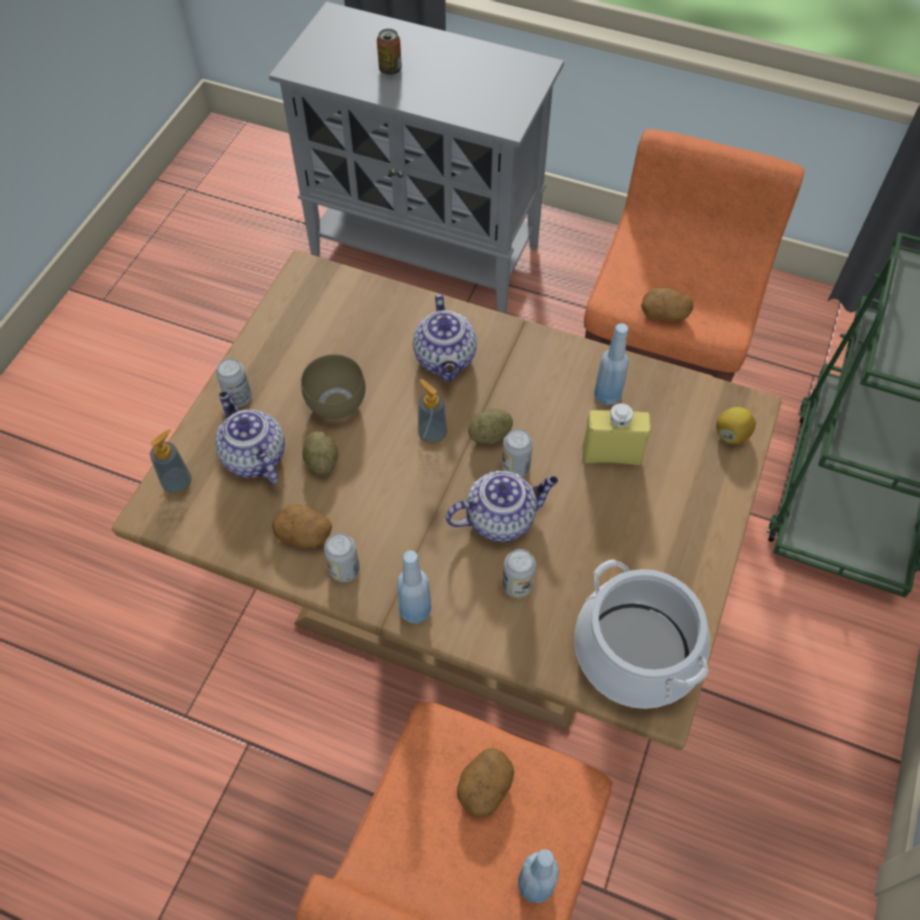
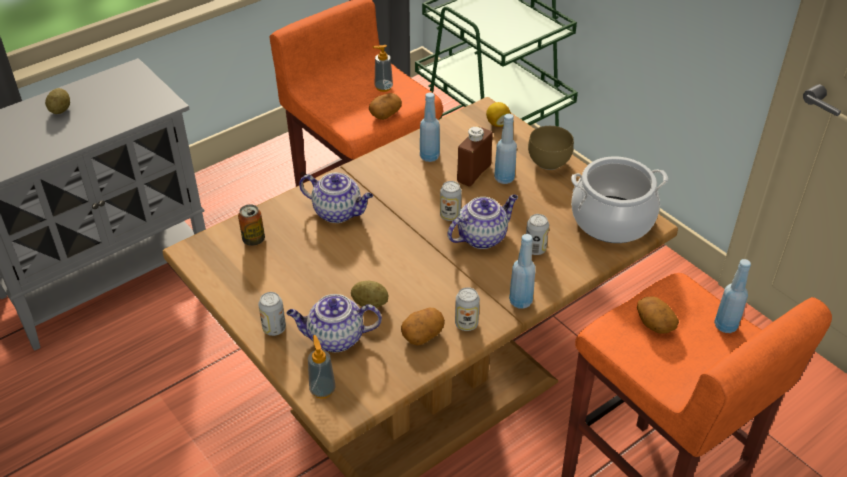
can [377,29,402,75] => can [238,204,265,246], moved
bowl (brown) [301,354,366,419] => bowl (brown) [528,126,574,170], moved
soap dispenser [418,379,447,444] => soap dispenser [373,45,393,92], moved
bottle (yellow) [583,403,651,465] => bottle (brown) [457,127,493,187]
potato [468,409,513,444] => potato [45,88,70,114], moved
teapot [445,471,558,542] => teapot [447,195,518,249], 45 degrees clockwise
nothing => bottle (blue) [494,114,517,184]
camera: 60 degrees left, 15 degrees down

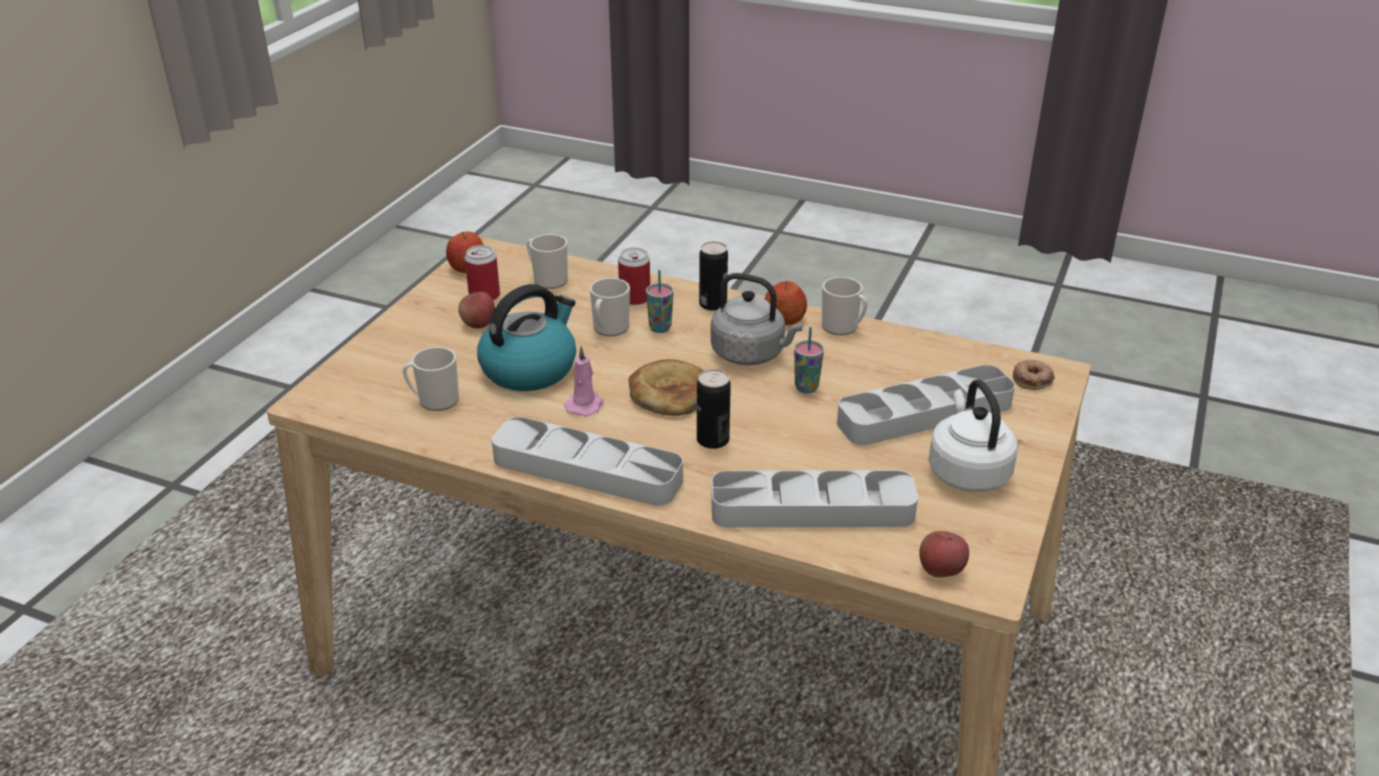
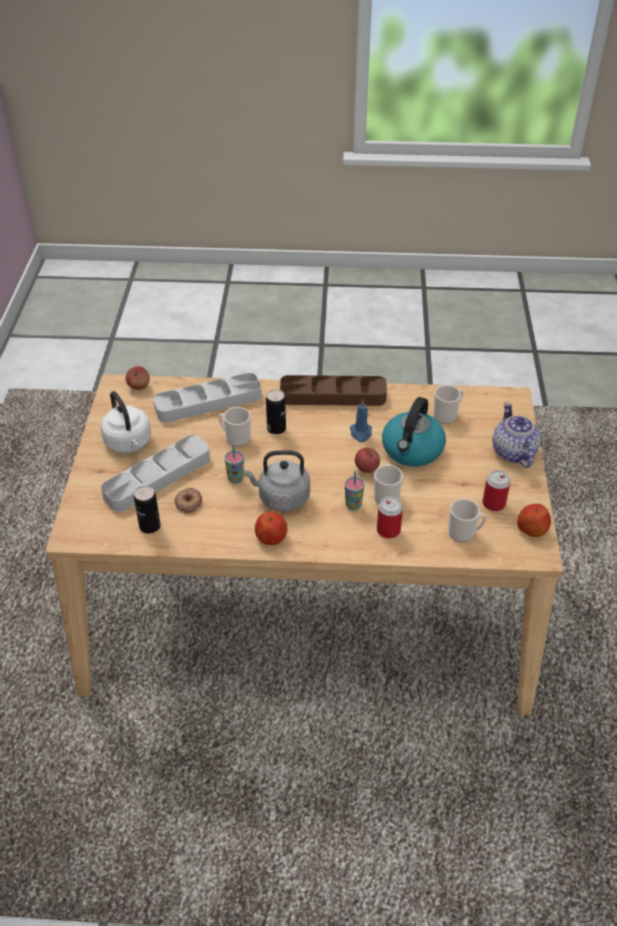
can [699,241,728,311] => can [134,486,161,534], moved
mug [822,277,868,335] => mug [219,407,251,447], moved
apple [458,292,495,329] => apple [355,448,380,473], moved
candle (pink) [564,345,604,417] => candle (blue) [350,399,372,442]
bread [628,359,704,416] => nothing
donut [1013,360,1054,390] => donut [175,488,202,513], moved
tray (grey) [492,417,683,506] => tray (brown) [280,375,387,406]
nothing => teapot [492,402,541,468]
camera: 160 degrees right, 10 degrees up

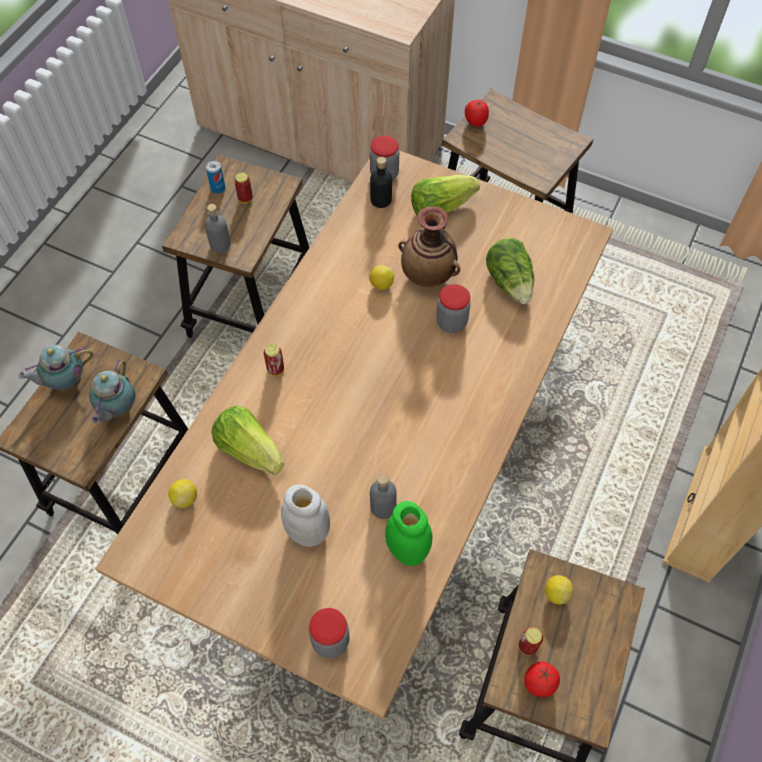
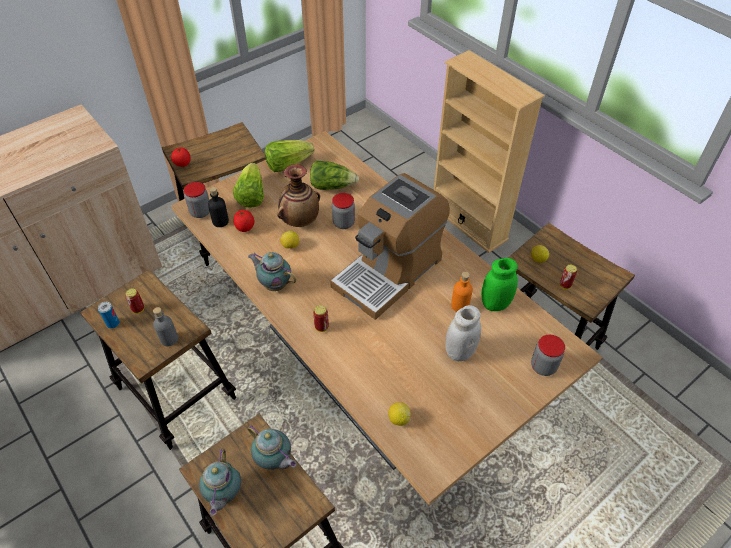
lettuce [211,406,284,475] => lettuce [265,140,314,172], moved
bottle (grey) [370,474,397,519] => bottle (orange) [451,272,473,312]
tomato [524,661,560,697] => tomato [234,210,254,232], moved
nothing => coffee machine [330,173,450,320]
nothing => teapot [248,252,296,291]
camera: 65 degrees left, 10 degrees down

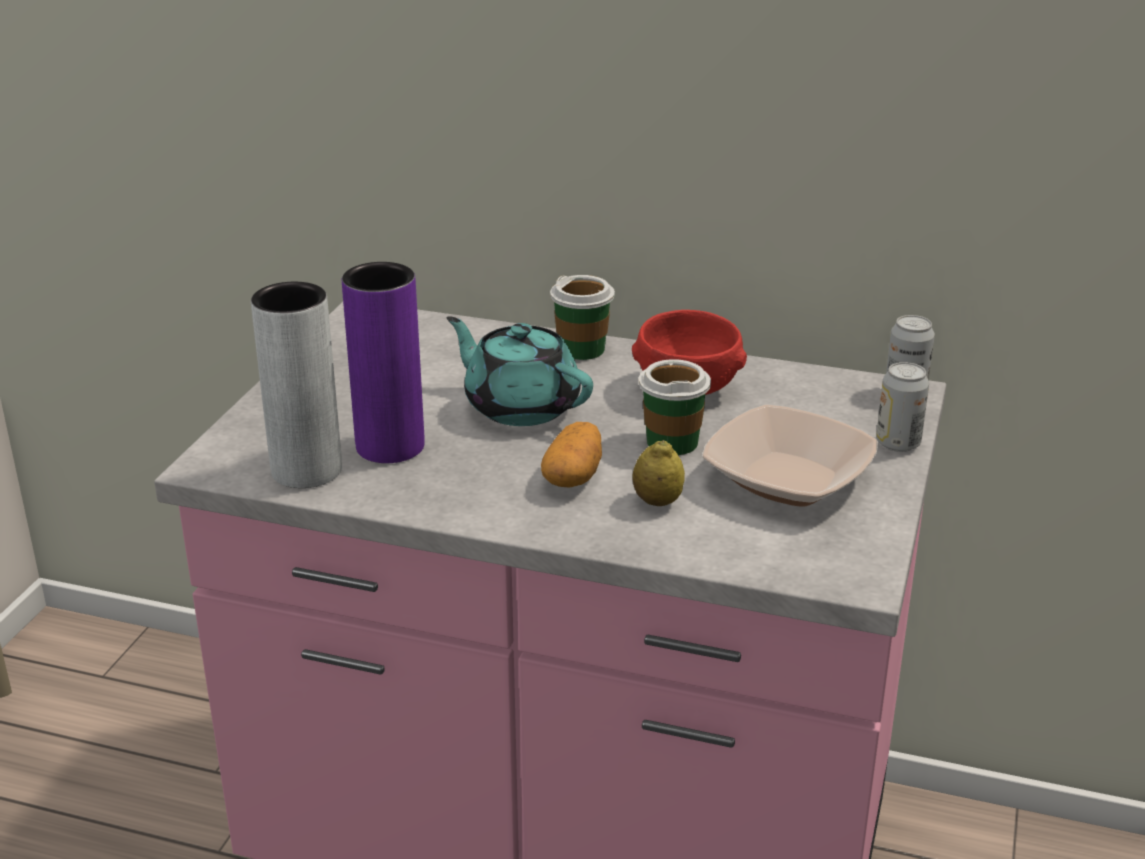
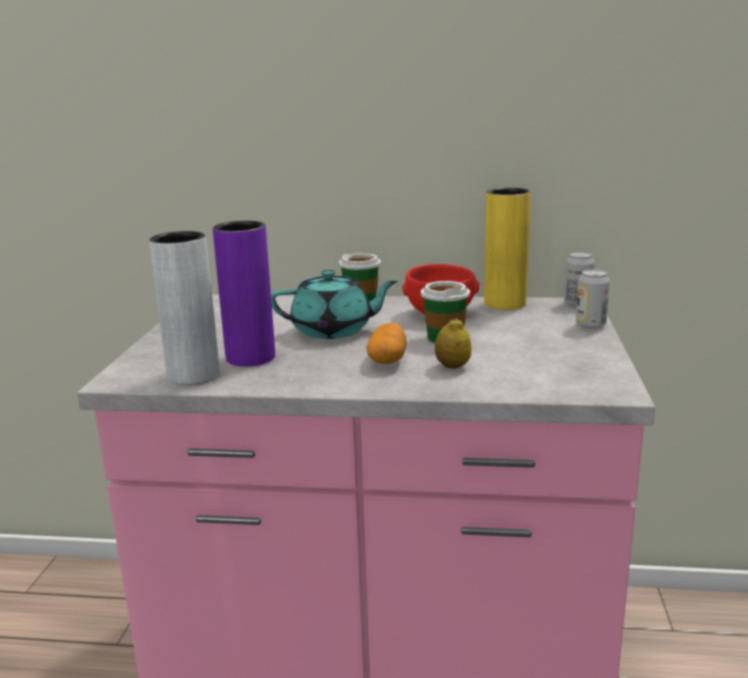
teapot (turquoise) [447,317,593,426] => teapot (turquoise) [271,270,398,339], 150 degrees clockwise
bowl [702,404,878,507] => nothing
nothing => vase (yellow) [484,188,531,310]
camera: 10 degrees left, 10 degrees down

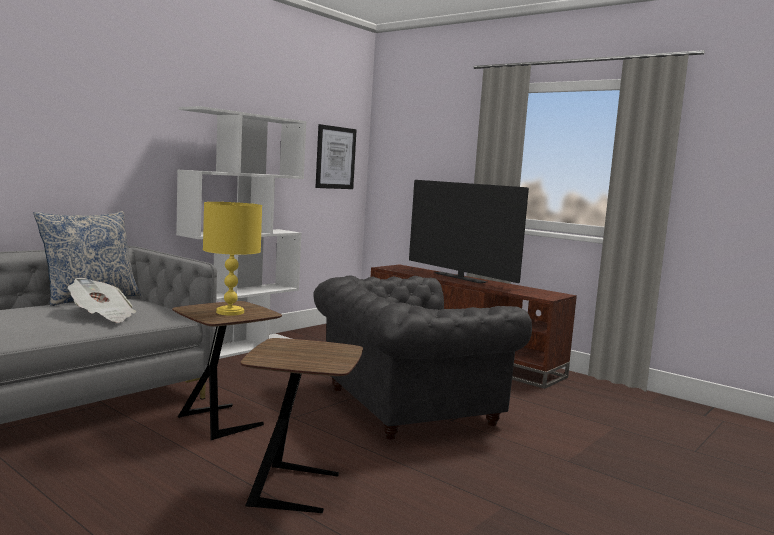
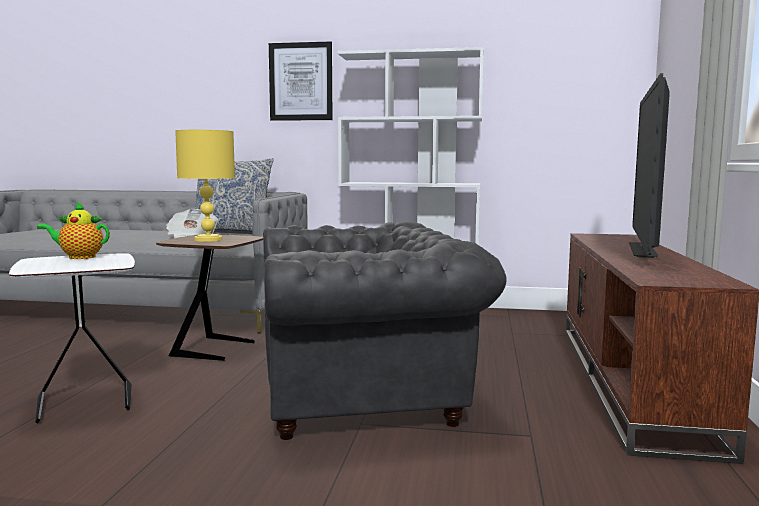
picture [315,124,357,189] => picture [269,41,333,121], moved
armchair (grey) [313,275,532,440] => armchair (grey) [263,222,507,440], 135 degrees clockwise
side table (brown) [240,338,363,513] => side table (white) [9,253,135,423]
nothing => teapot [37,201,110,259]
camera: 60 degrees right, 0 degrees up

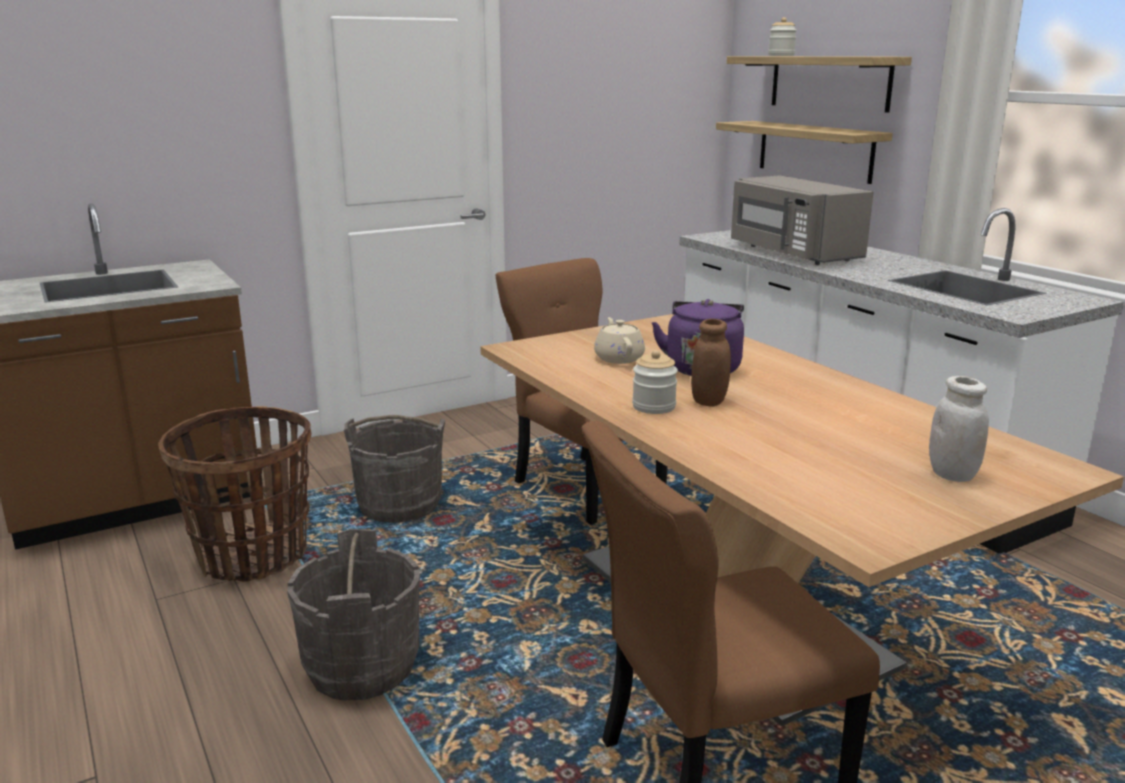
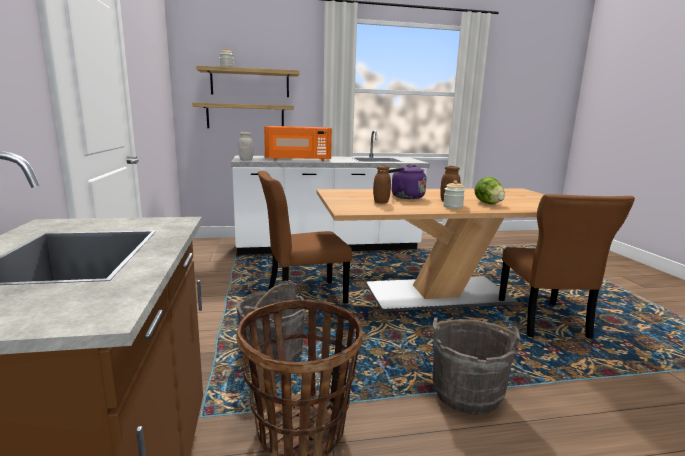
microwave (grey) [731,176,874,265] => microwave (orange) [264,126,332,161]
teapot (beige) [594,317,645,364] => jar (brown) [373,165,391,204]
jar (white) [929,376,989,482] => jar (white) [238,132,254,161], moved
nothing => lettuce [474,176,505,204]
camera: 70 degrees left, 5 degrees down

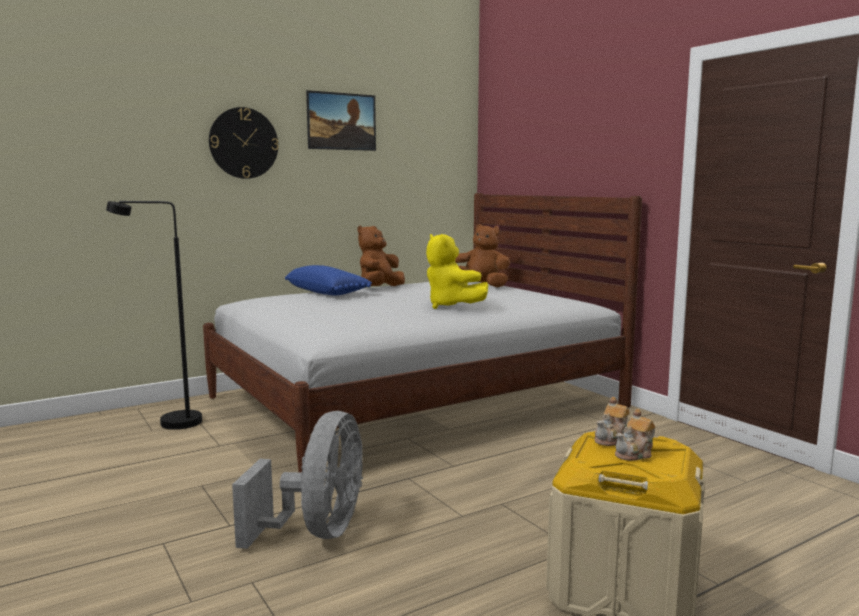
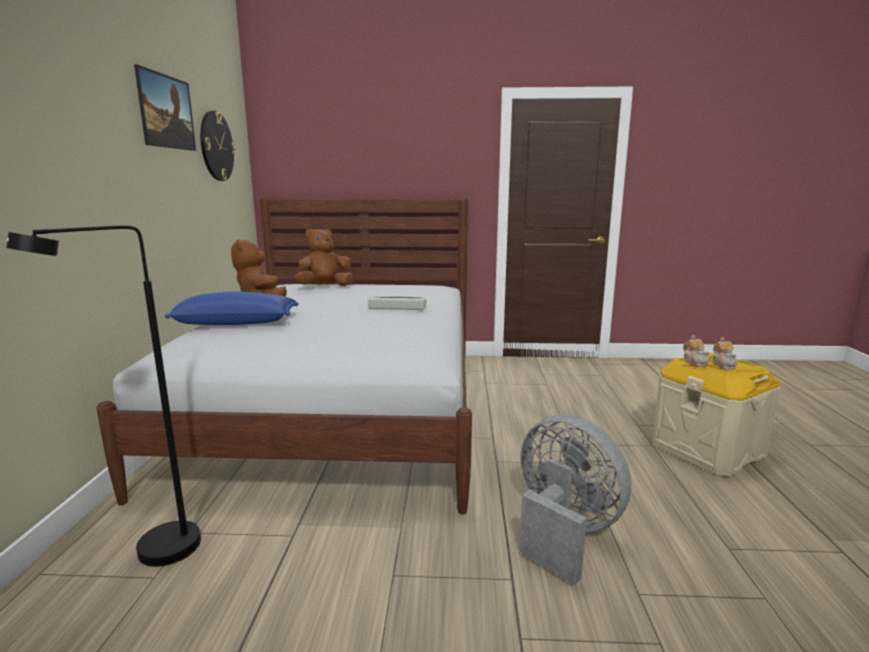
wall clock [209,107,279,179] => wall clock [200,110,236,181], moved
plush toy (yellow) [426,234,488,309] => keyboard [368,297,426,310]
camera: 55 degrees left, 5 degrees up

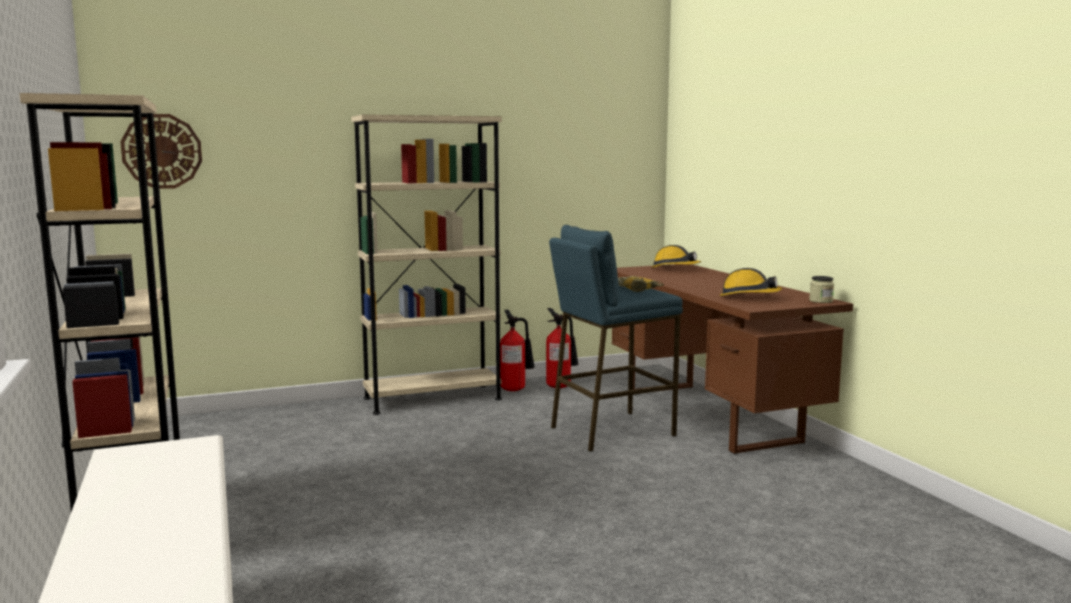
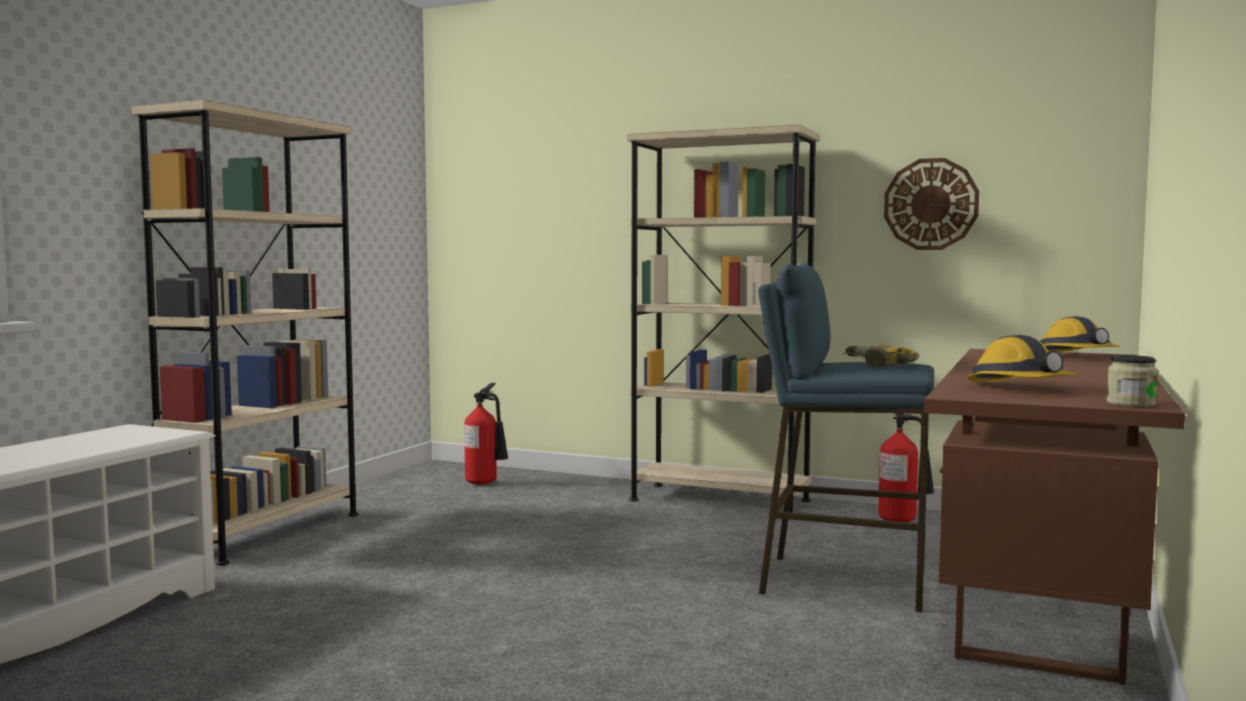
wall clock [120,114,202,189] => wall clock [884,158,979,250], moved
fire extinguisher [500,310,535,391] => fire extinguisher [464,383,508,485], moved
camera: 45 degrees right, 5 degrees down

